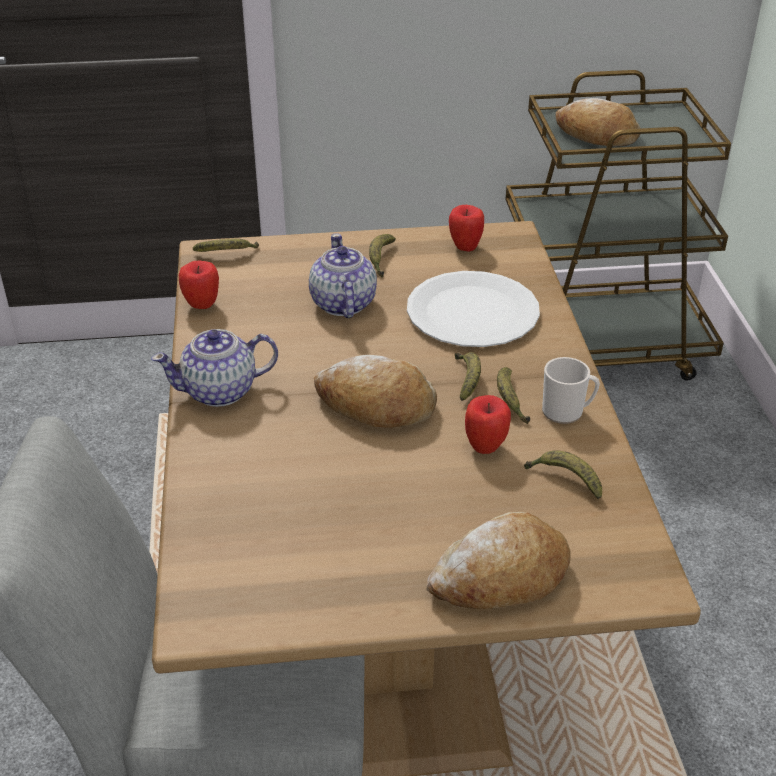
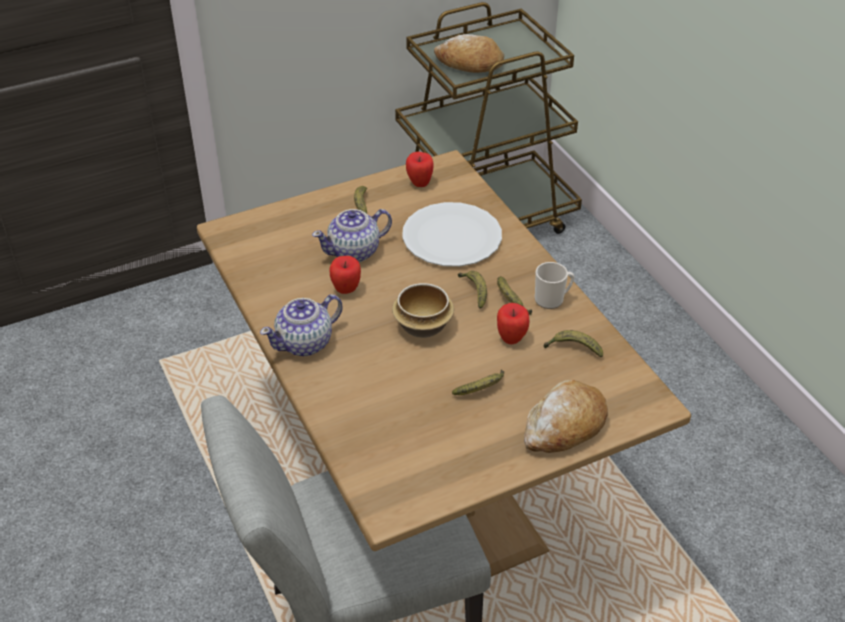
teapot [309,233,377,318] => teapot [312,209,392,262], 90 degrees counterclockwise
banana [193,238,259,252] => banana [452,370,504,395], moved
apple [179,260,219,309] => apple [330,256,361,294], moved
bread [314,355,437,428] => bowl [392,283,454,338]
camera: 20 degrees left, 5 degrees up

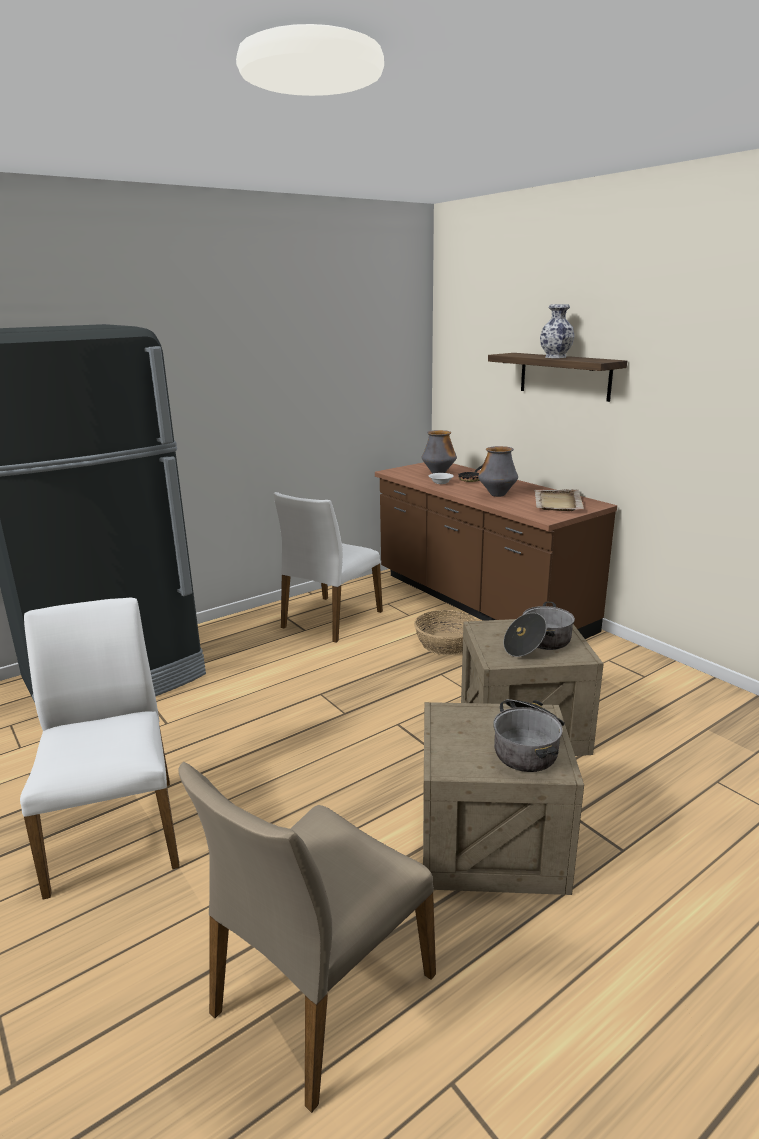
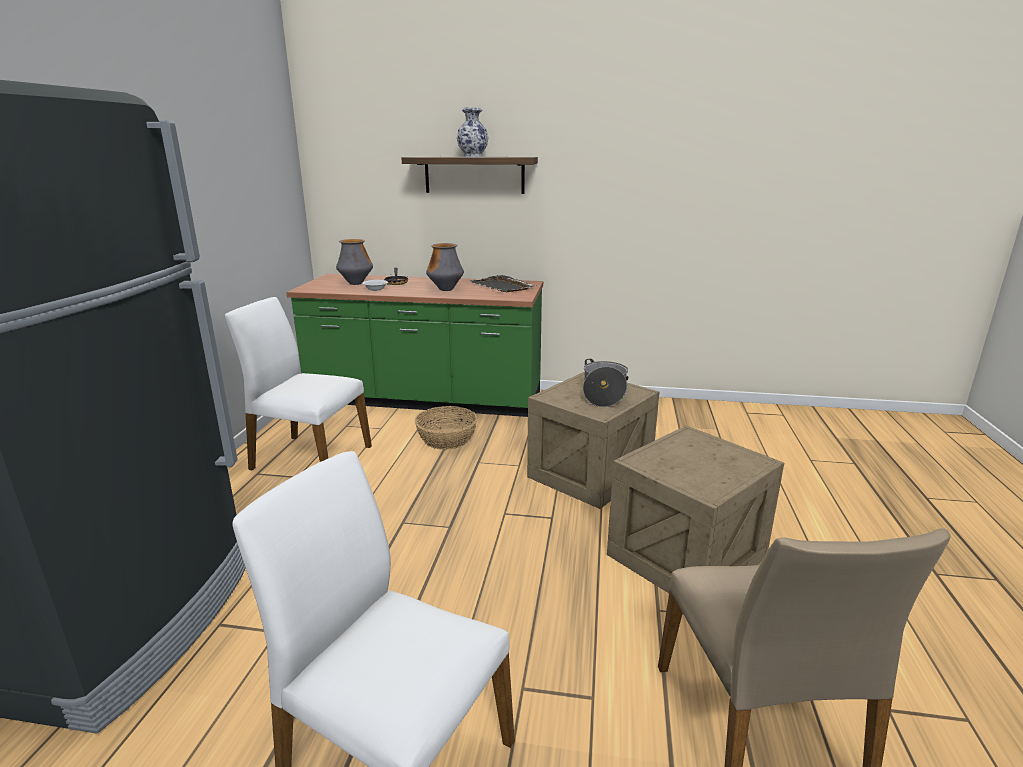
counter (brown) [375,462,617,639] => counter (green) [286,274,543,417]
tray (beige) [535,489,584,511] => tray (black) [471,275,536,292]
chair (white) [274,492,383,643] => chair (white) [225,297,372,470], 120 degrees clockwise
cooking pot [493,699,565,772] => nothing
camera: 45 degrees left, 0 degrees up

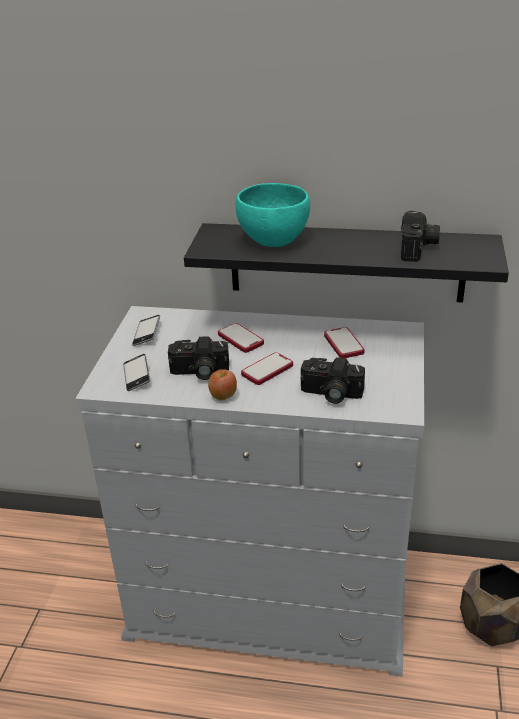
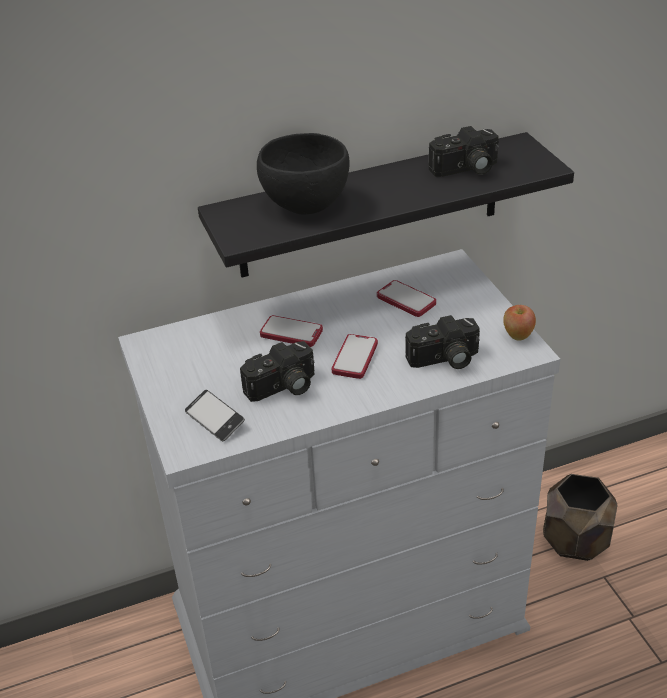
bowl (turquoise) [236,183,310,247] => bowl (black) [257,133,350,214]
photo camera [401,211,440,262] => photo camera [429,126,499,177], 90 degrees clockwise
phone [132,315,160,346] => nothing
apple [208,369,237,401] => apple [503,305,536,340], moved
camera: 30 degrees left, 5 degrees up

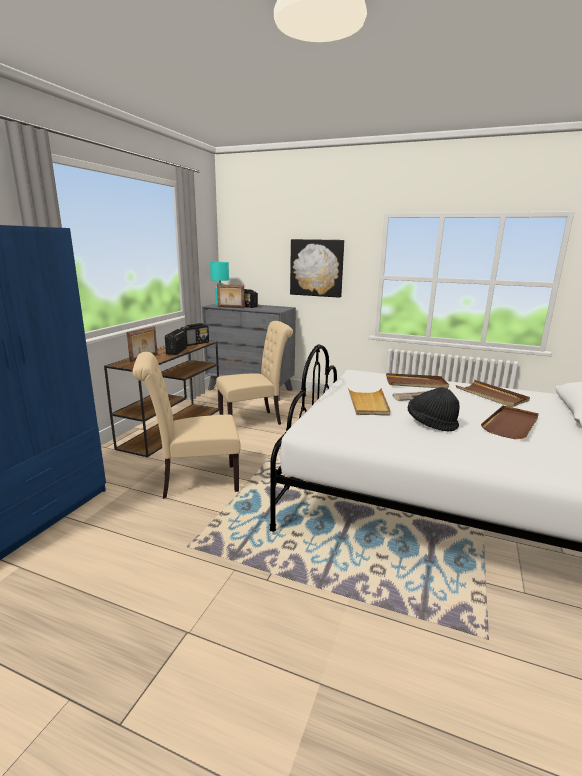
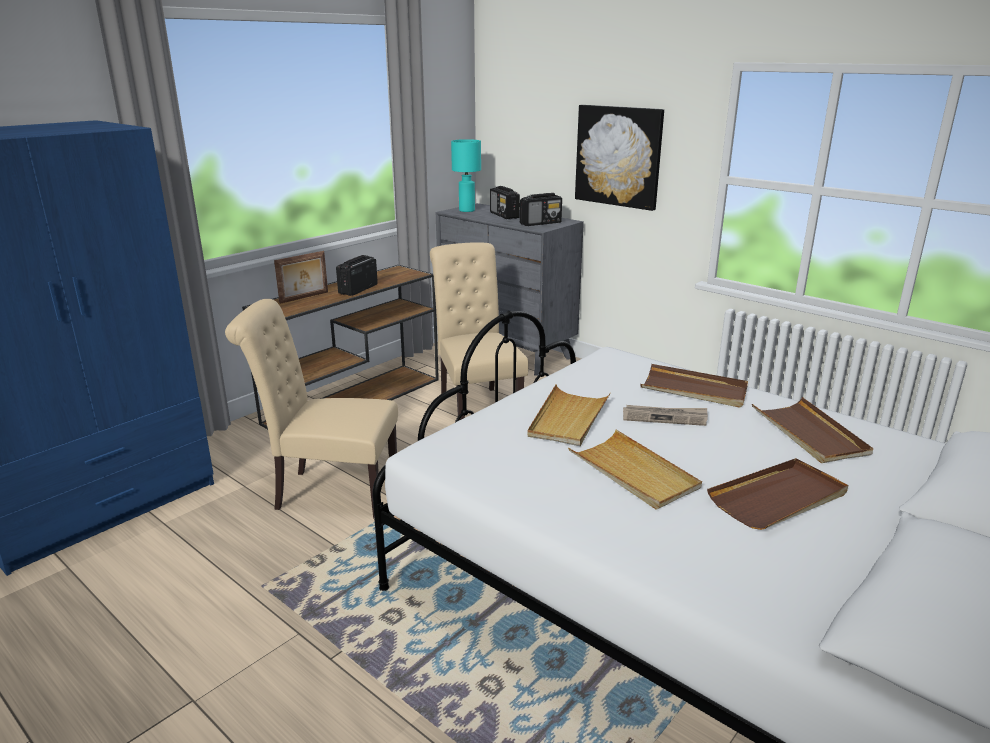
picture frame [217,284,245,308] => nothing
chair (beige) [216,321,293,425] => chair (beige) [430,242,528,420], 105 degrees counterclockwise
radio [180,323,209,346] => radio [520,193,562,226], moved
hat (black) [408,387,459,432] => tray (beige) [568,430,702,509]
camera: 20 degrees right, 5 degrees up

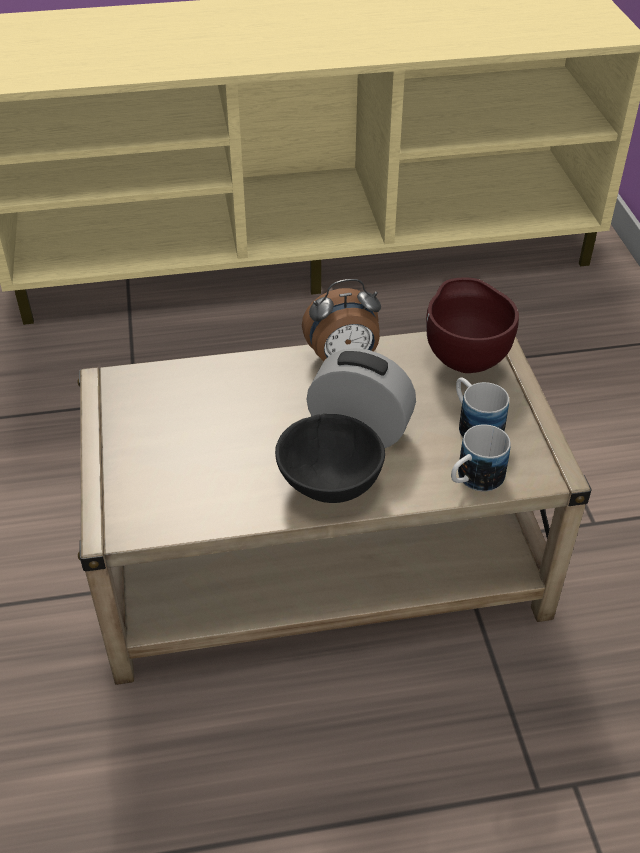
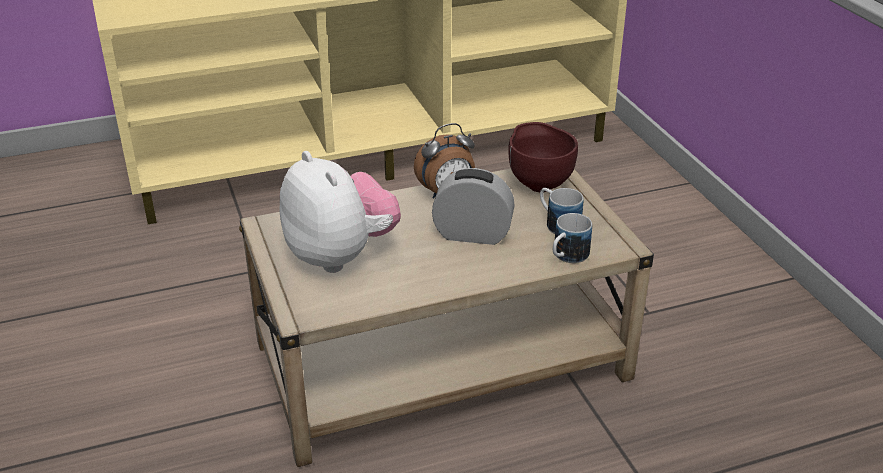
bowl (black) [275,414,385,503] => nothing
nothing => plush toy [279,151,401,273]
camera: 10 degrees left, 10 degrees down

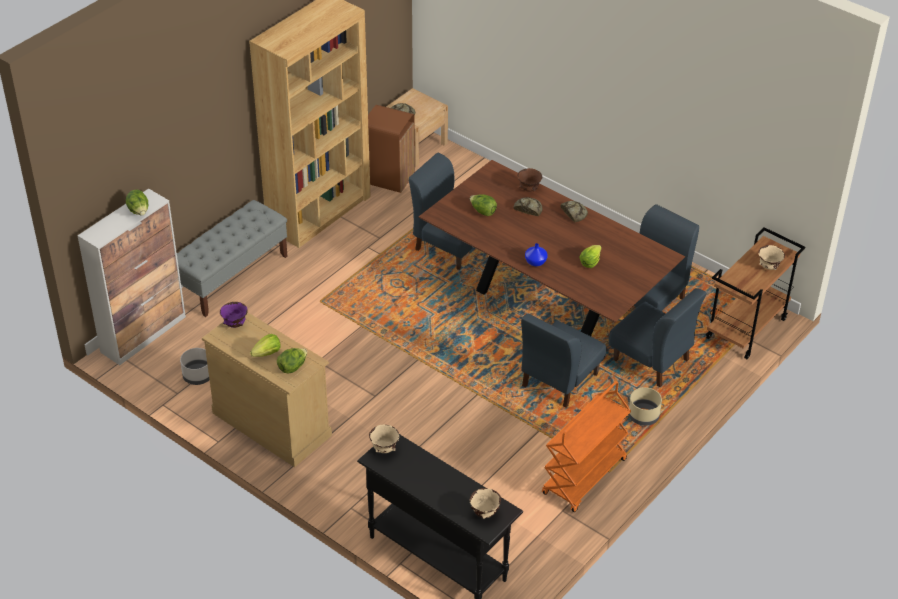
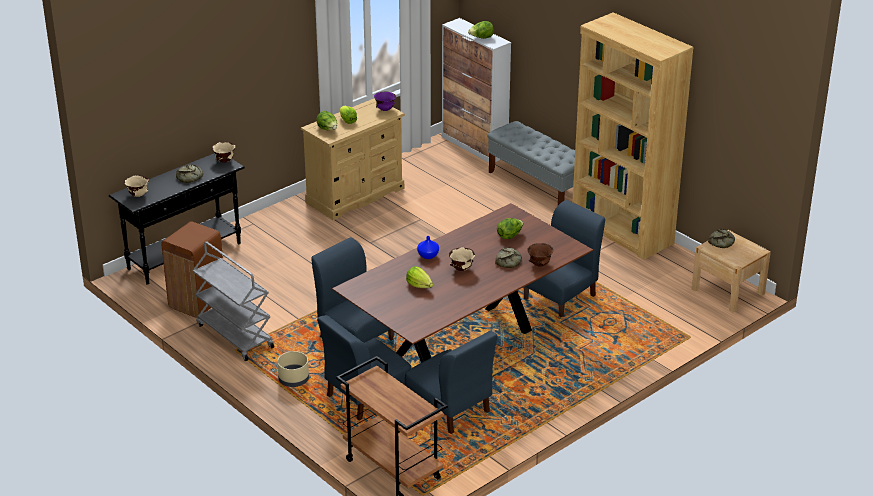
trash can (brown) [368,105,415,193] => trash can (brown) [161,222,223,318], moved
bread [560,201,588,222] => bread [176,164,203,183], moved
bowl (beige) [758,245,785,270] => bowl (beige) [449,248,475,271], moved
planter (grey) [180,348,209,385] => nothing
cart (orange) [542,381,631,512] => cart (grey) [193,241,274,361]
camera: 100 degrees right, 10 degrees down

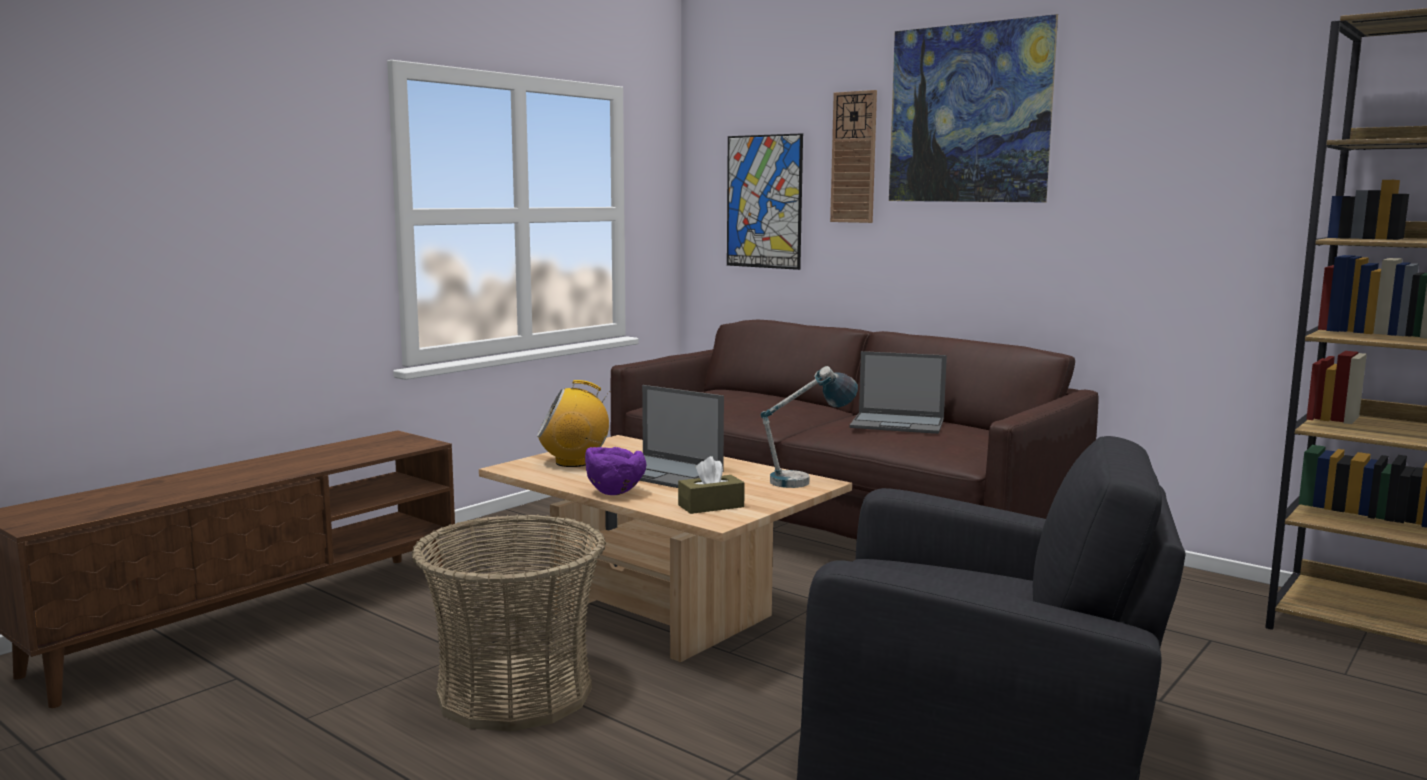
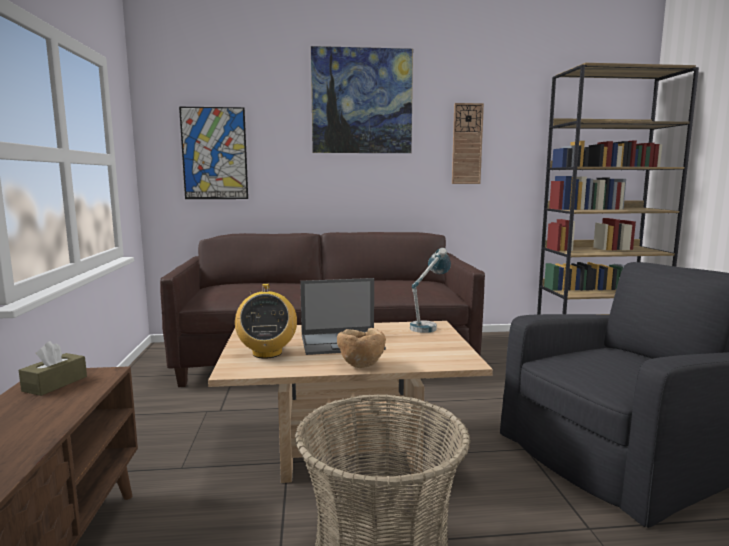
wall clock [830,90,877,223] => wall clock [452,103,484,184], moved
laptop [850,351,947,434] => nothing
radio [537,380,610,467] => radio [235,284,297,359], 45 degrees counterclockwise
bowl (purple) [585,447,646,495] => bowl (brown) [337,328,386,368]
tissue box (brown) [678,456,745,514] => tissue box (brown) [19,341,87,396], moved
camera: 45 degrees left, 0 degrees up

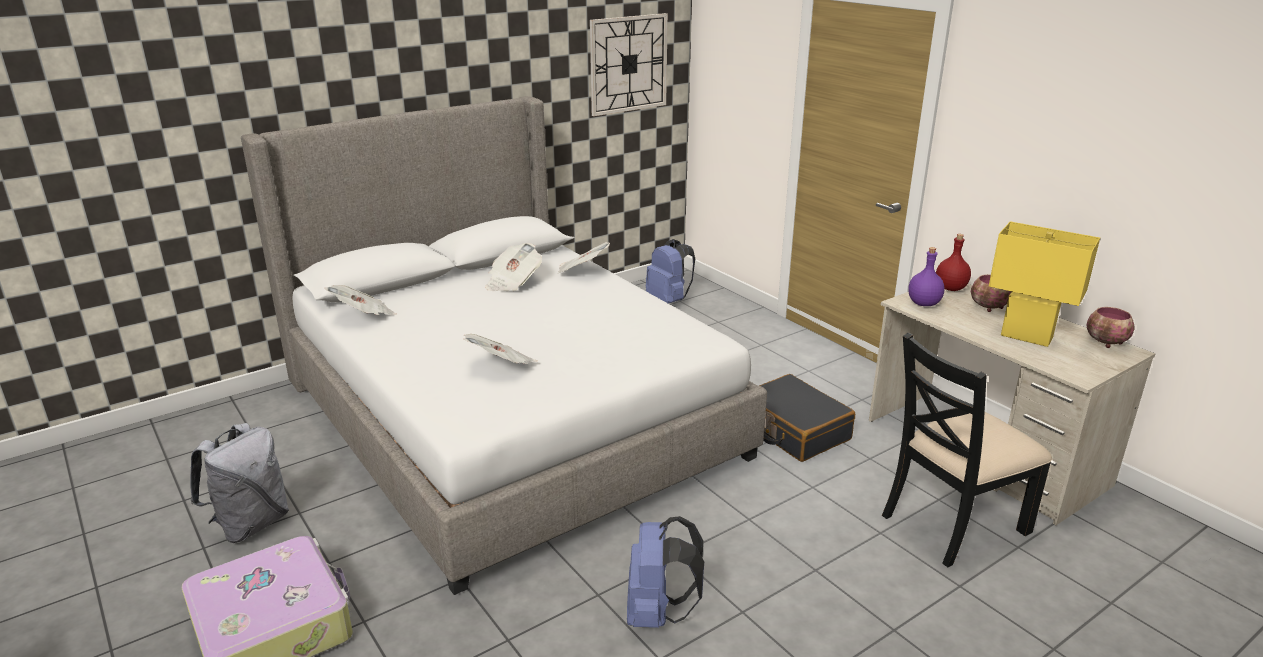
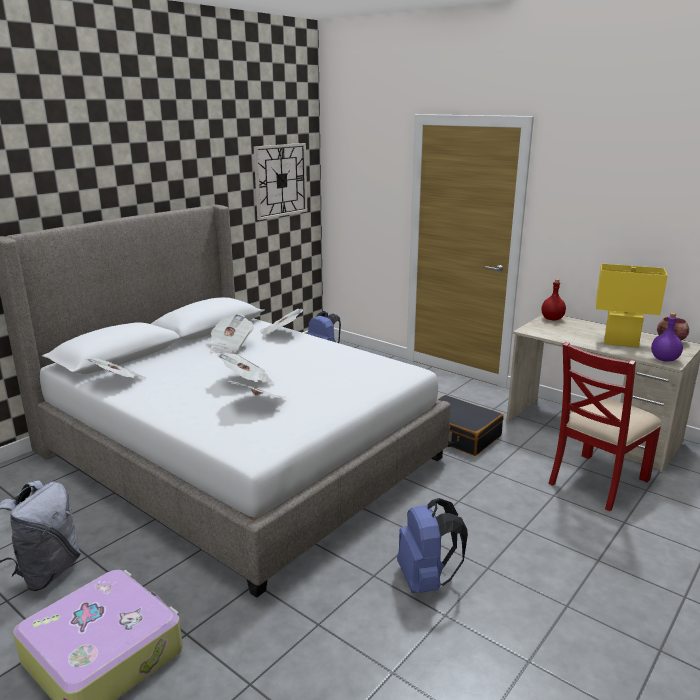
bottle (purple) [908,247,944,306] => bottle (purple) [651,313,683,362], moved
bowl [971,274,1012,312] => nothing
chair (black) [882,333,1052,567] => chair (red) [548,342,662,511]
nothing => newspaper [217,353,273,384]
camera: 15 degrees left, 5 degrees down

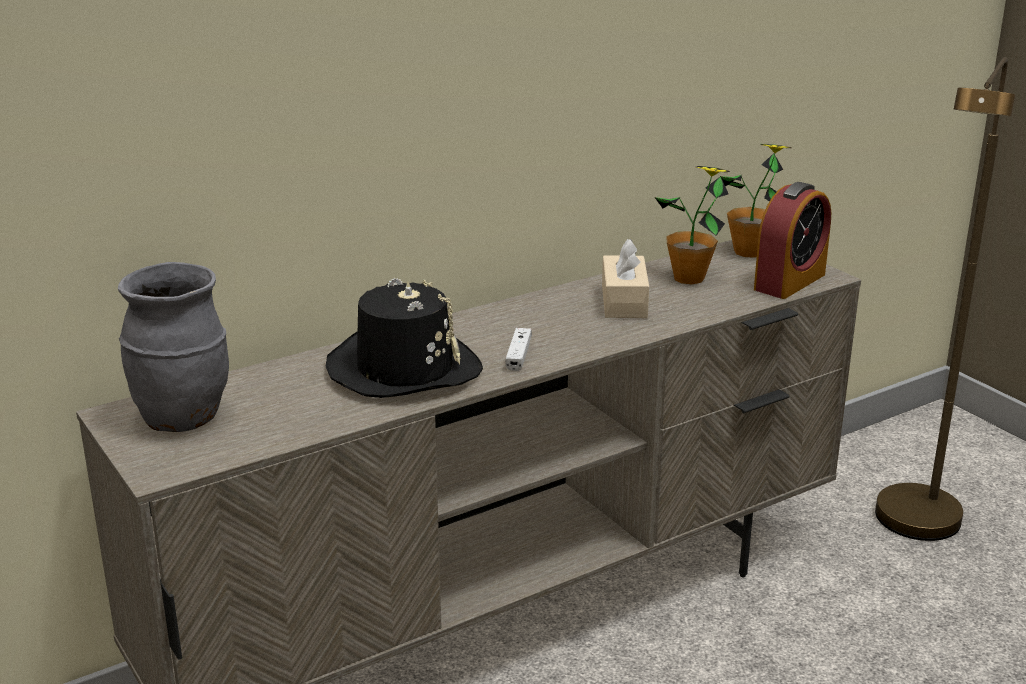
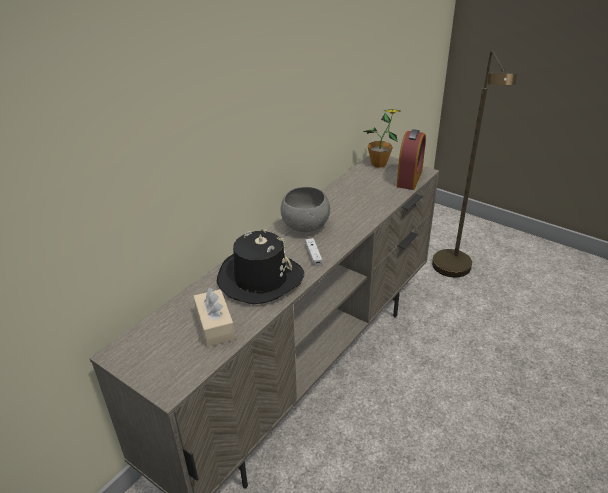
potted plant [655,166,730,284] => nothing
tissue box (beige) [602,239,649,318] => tissue box (beige) [194,288,235,347], moved
vase (grey) [118,262,229,432] => nothing
nothing => bowl (grey) [281,187,330,232]
camera: 20 degrees left, 10 degrees up

